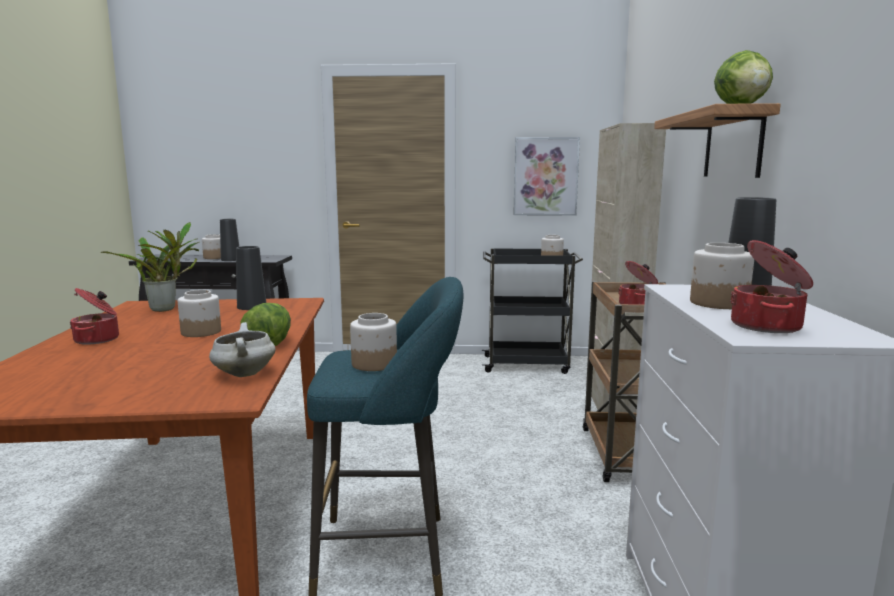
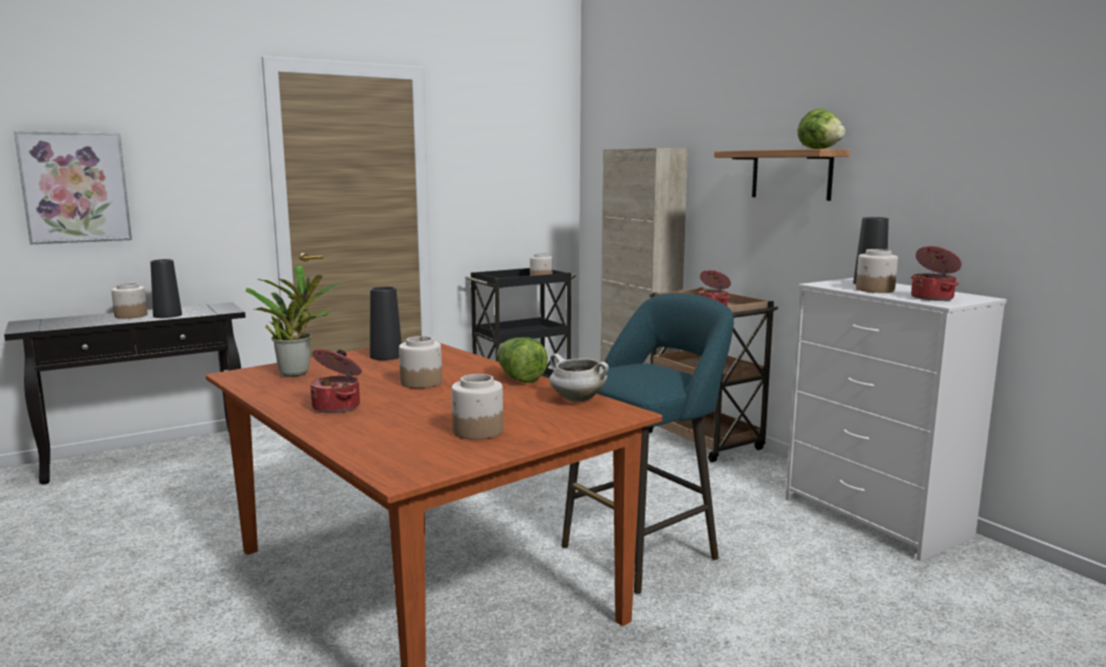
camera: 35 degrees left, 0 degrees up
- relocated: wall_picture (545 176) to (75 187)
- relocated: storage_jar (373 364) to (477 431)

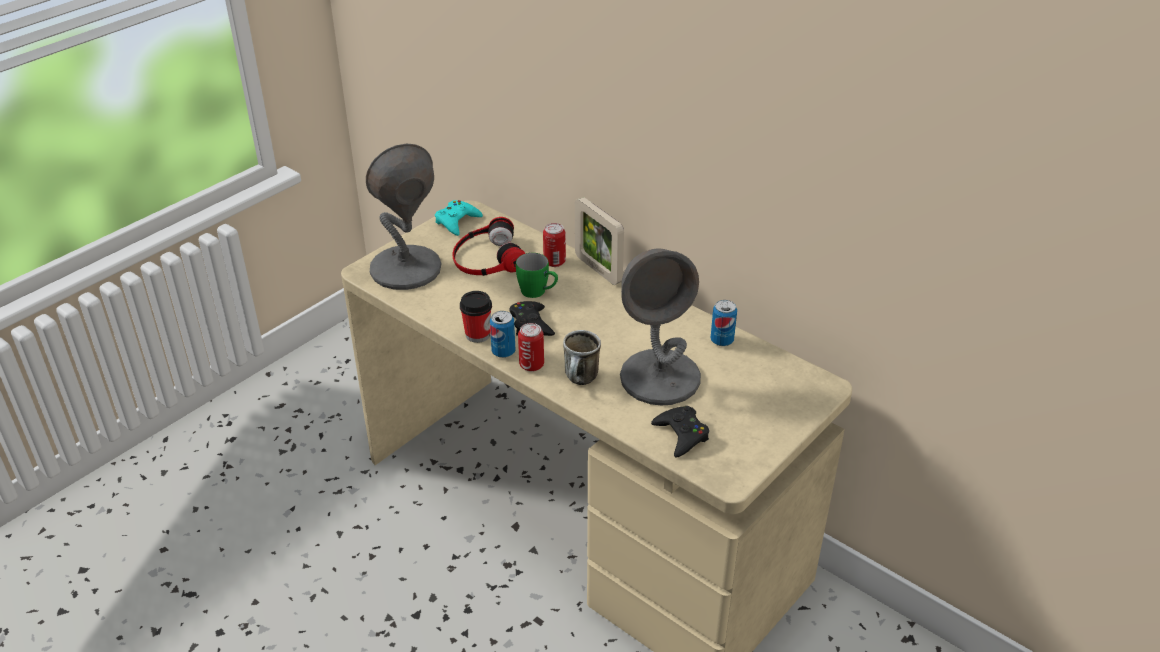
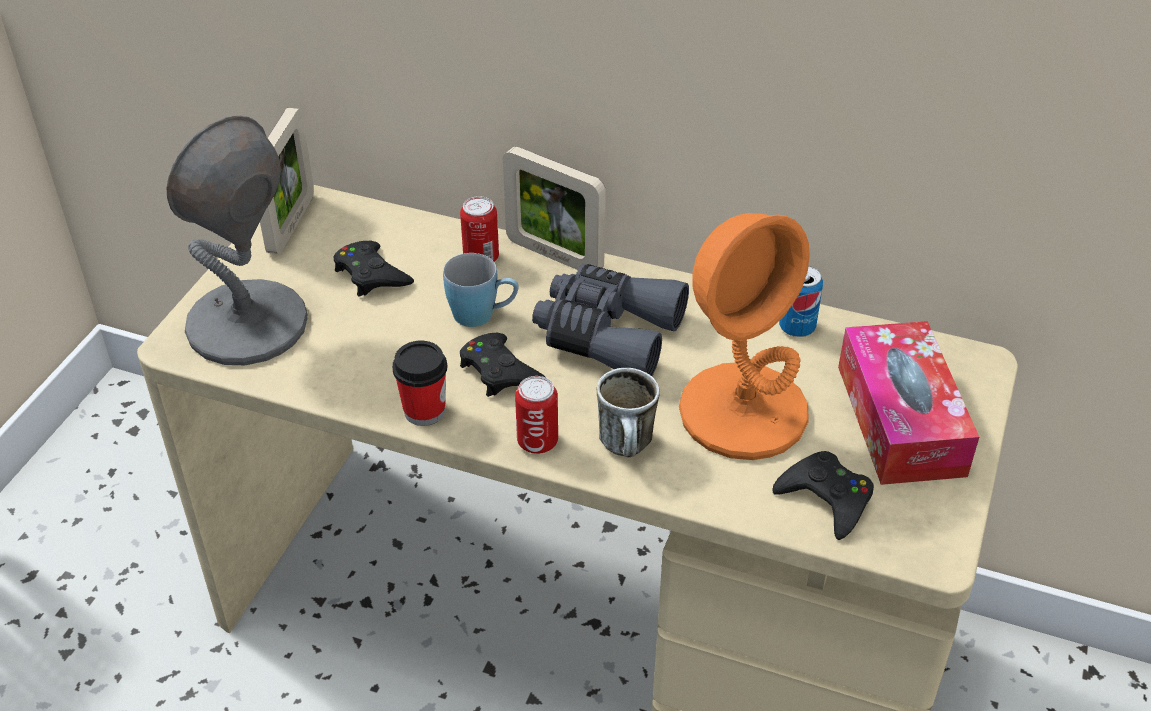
camera: 20 degrees left, 5 degrees up
- exchanged: turquoise_gamepad (457 221) to standing_frame (291 224)
- exchanged: headphones (487 257) to black_gamepad (371 275)
- colour: green_coffee_mug (538 292) to bluish_coffee_mug (483 315)
- appeared: gray_binoculars (607 334)
- colour: gray_tabletop_lamp (660 378) to orange-coloured_tabletop_lamp (743 412)
- appeared: tissue_box (900 420)
- missing: can (503 352)

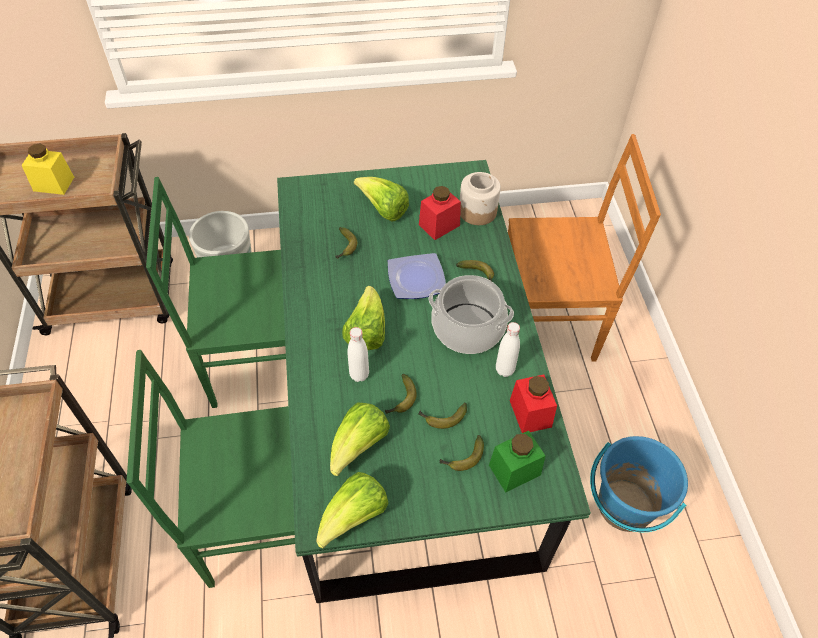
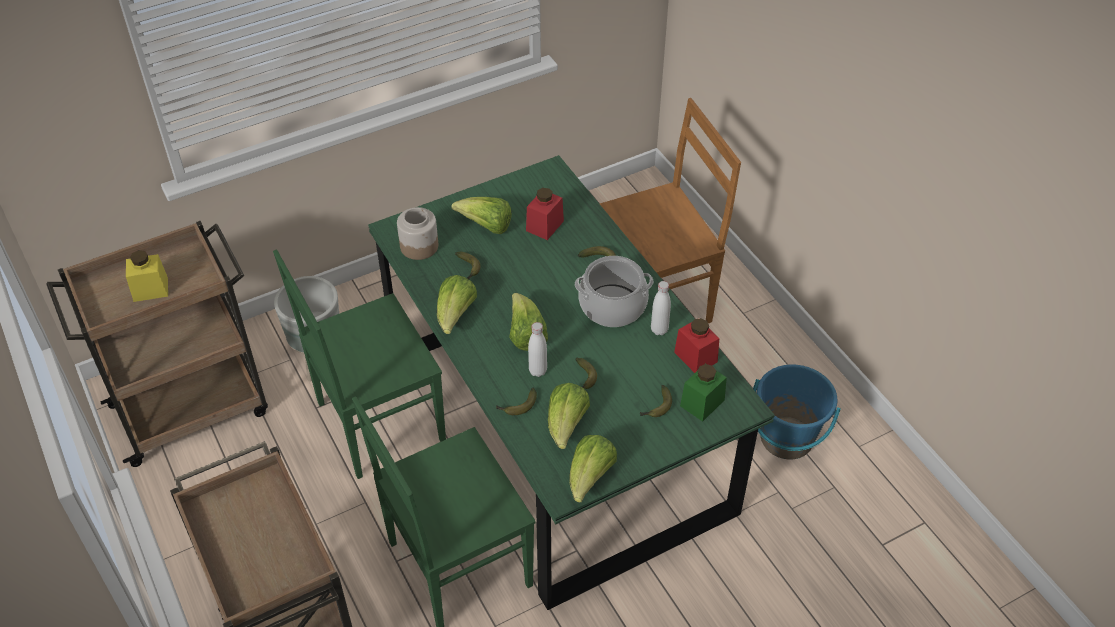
camera: 20 degrees left, 5 degrees down
- relocated: storage_jar (478 211) to (419 246)
- appeared: lettuce_head (455 316)
- relocated: banana_fruit (442 418) to (517 406)
- missing: dinner_plate (417 280)

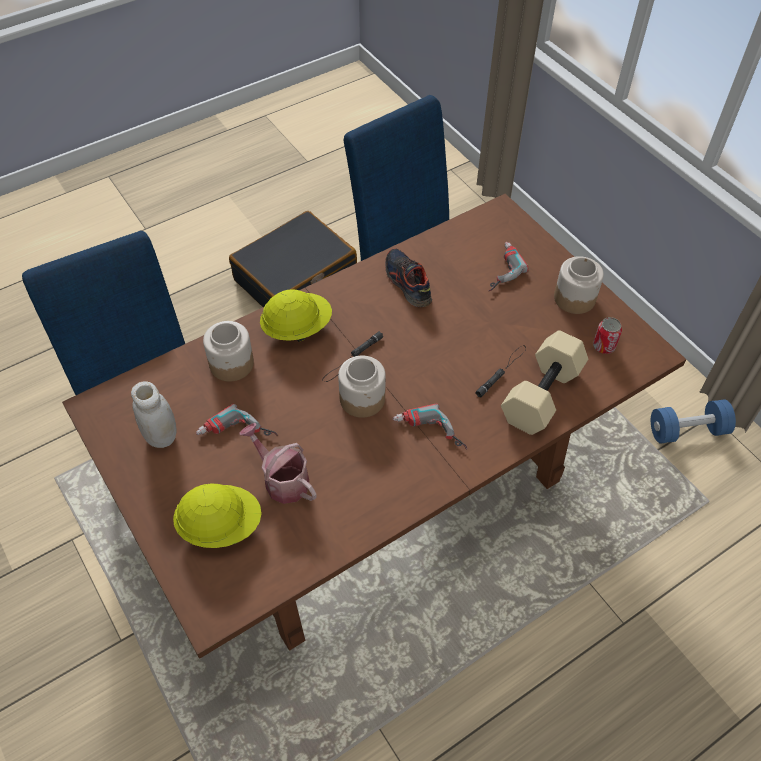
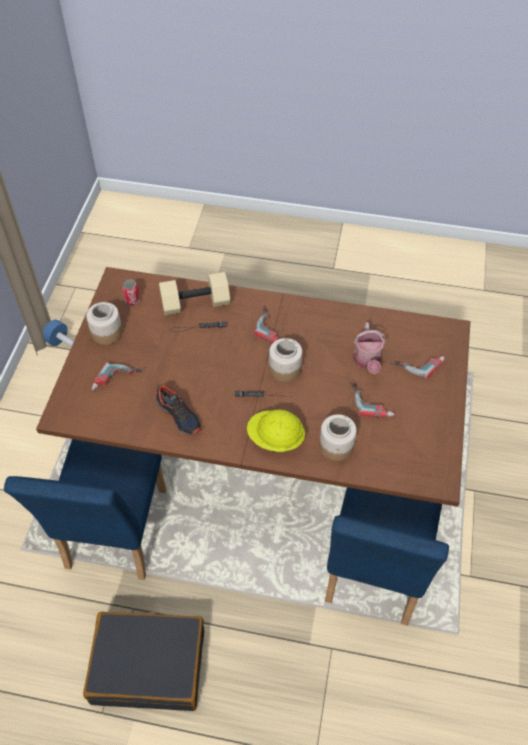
camera: 135 degrees left, 0 degrees up
- spun: shoe (407 283) = (179 415) 60 degrees counterclockwise
- exchanged: yellow-coloured_work_helmet (220 525) to power_drill (417 363)
- missing: whitish_storage_jar (161 436)

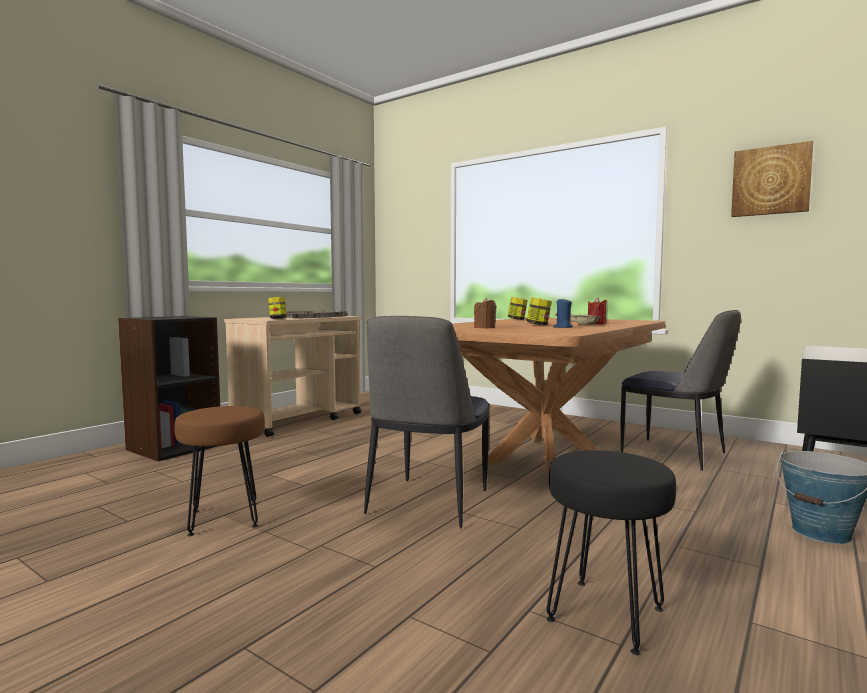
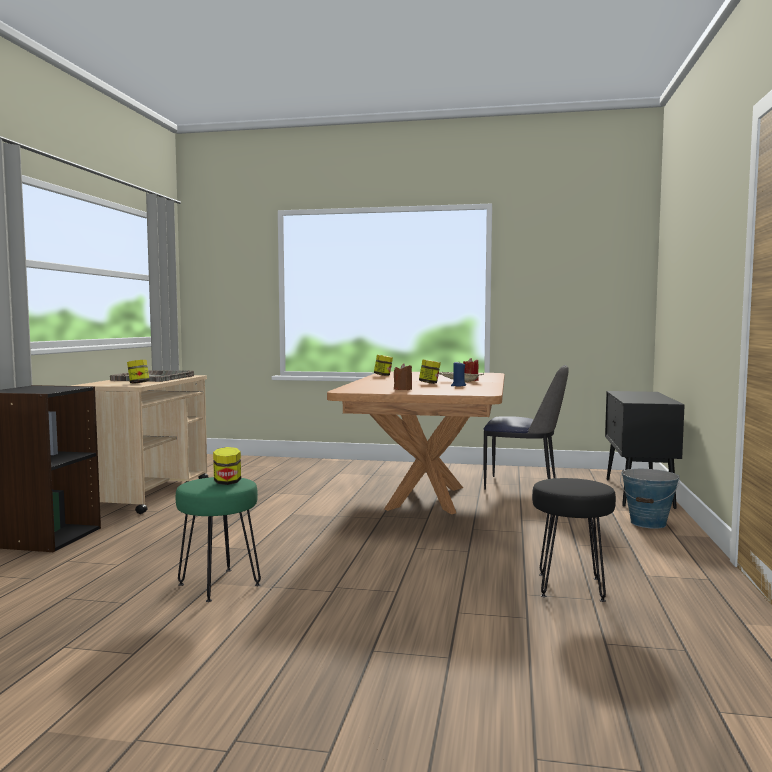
camera: 25 degrees left, 0 degrees up
- colour: brownish_sitting_stool (223 519) to green_sitting_stool (219 585)
- appeared: storage_jar (227 482)
- missing: upright_chair (427 503)
- missing: wall_picture (770 181)

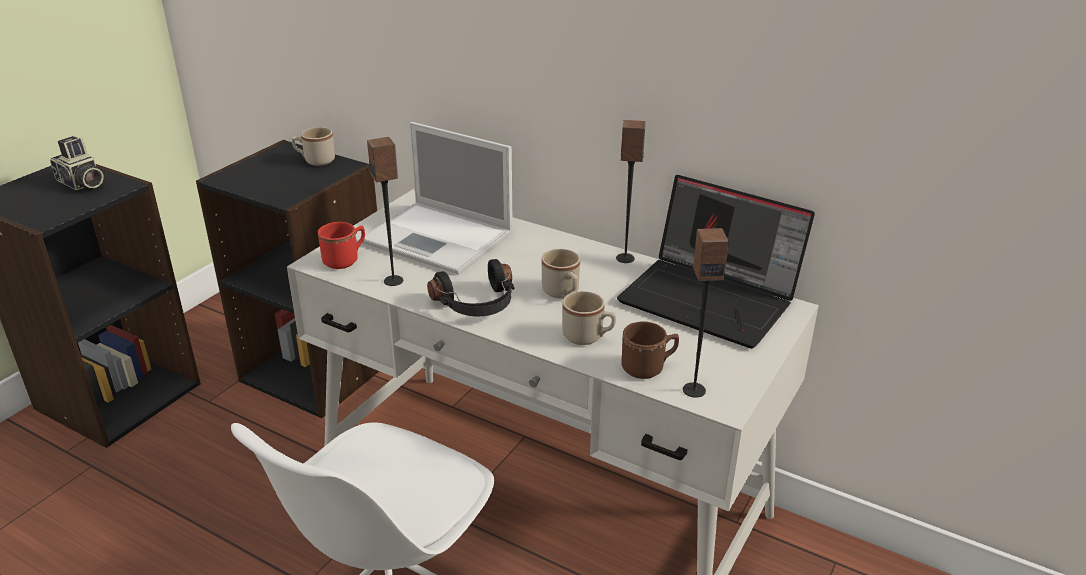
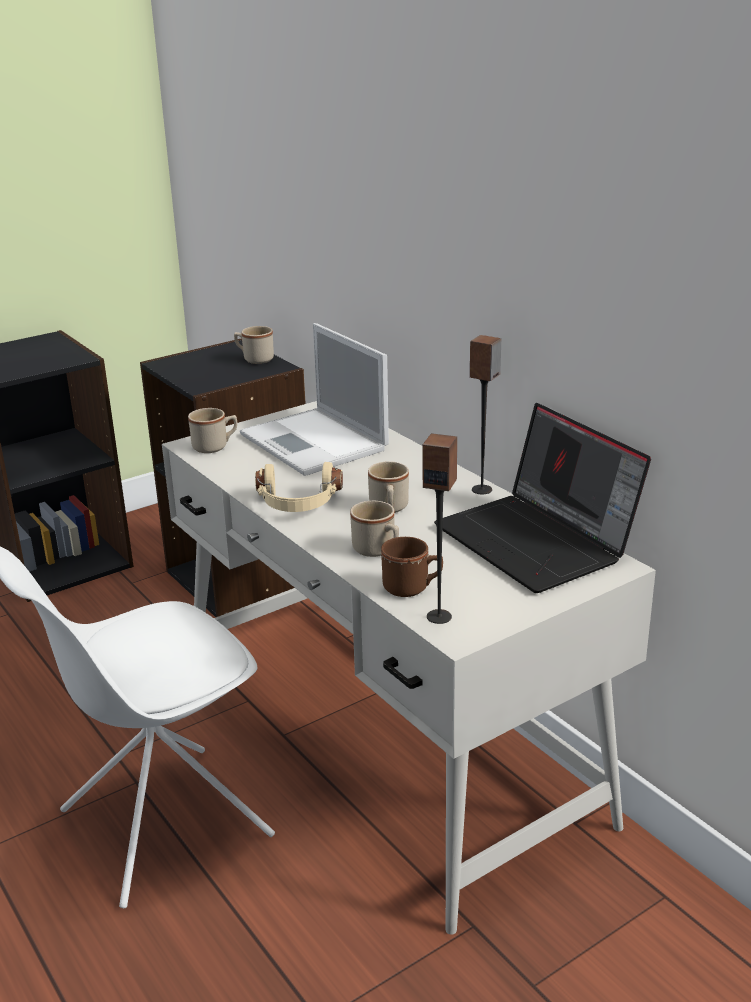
camera: 25 degrees right, 5 degrees down
- colour: red_coffee_mug (345 259) to beige-coloured_coffee_mug (215 446)
- colour: black_headphones (477 305) to beige-coloured_headphones (298 504)
- missing: still_camera (81 184)
- missing: speaker (394 281)

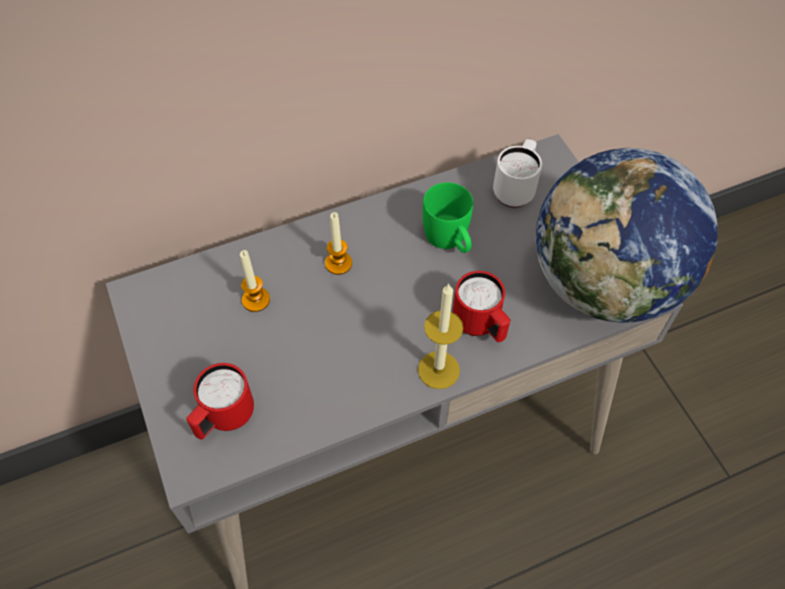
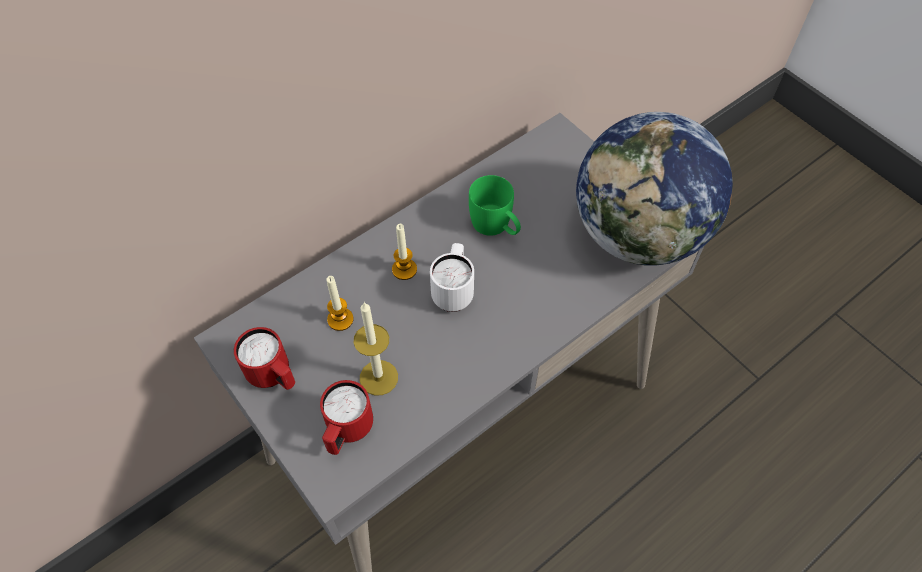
camera: 15 degrees left, 0 degrees up
- relocated: red_coffee_mug (480 326) to (274 376)
- relocated: wax_light (438 370) to (378 377)
- relocated: whitish_coffee_mug (515 189) to (453 291)

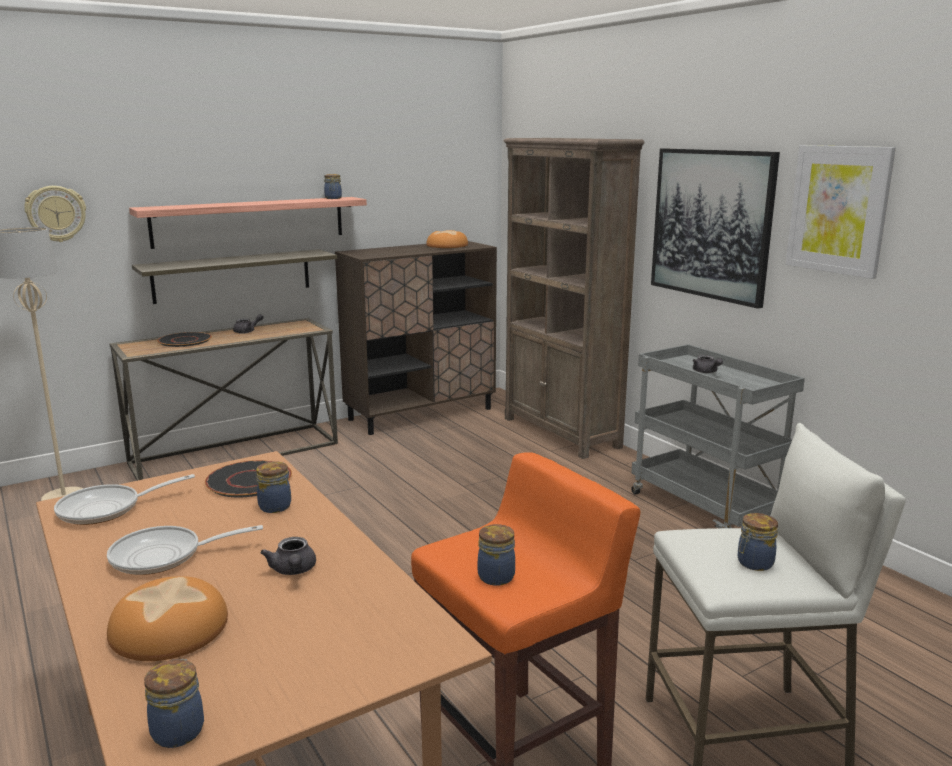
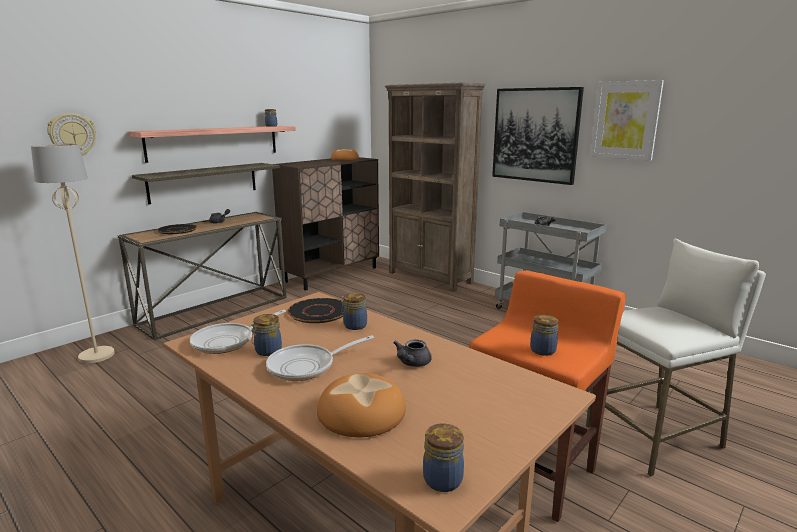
camera: 15 degrees left, 0 degrees up
- relocated: storage_jar (753 563) to (267 351)
- spun: gray_tea_pot (293 571) = (411 363) 60 degrees clockwise

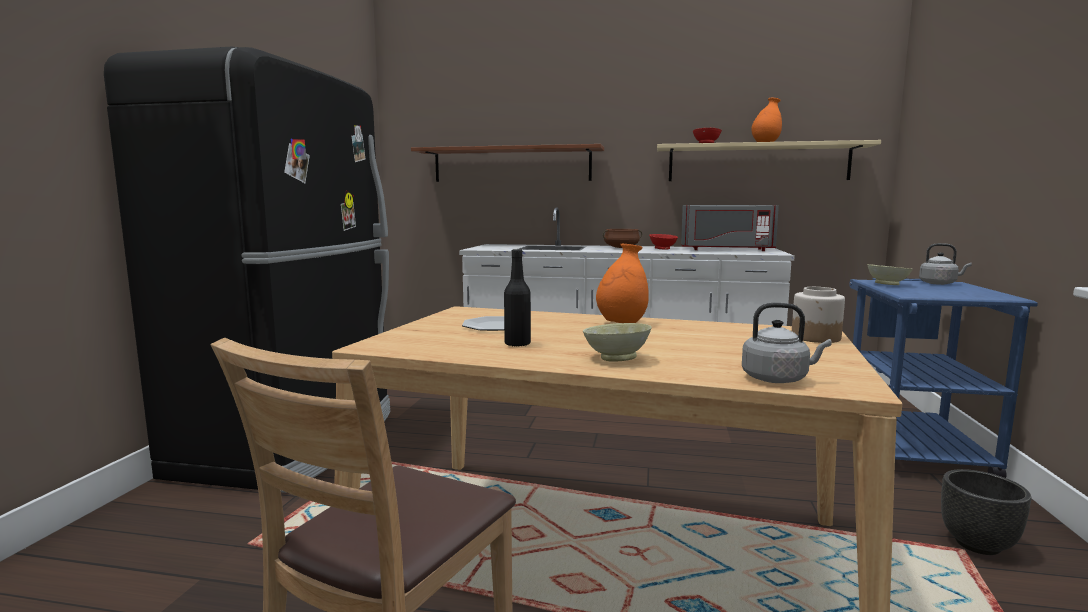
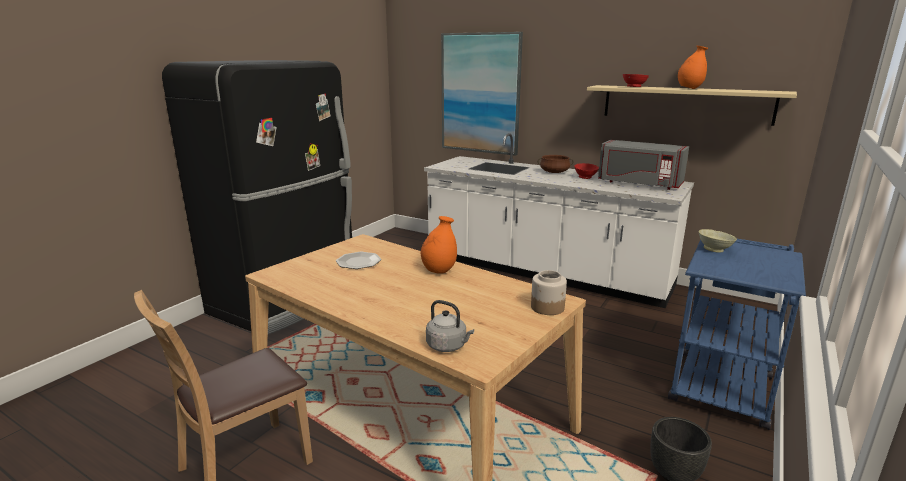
camera: 20 degrees right, 10 degrees up
- exchanged: brownish_shelf (511 165) to wall_picture (480 94)
- missing: black_bottle (517 344)
- missing: beige-coloured_serving_bowl (616 358)
- missing: gray_water_kettle (939 283)

